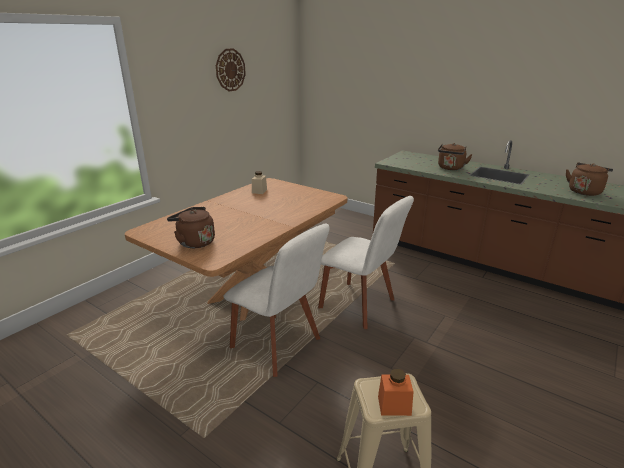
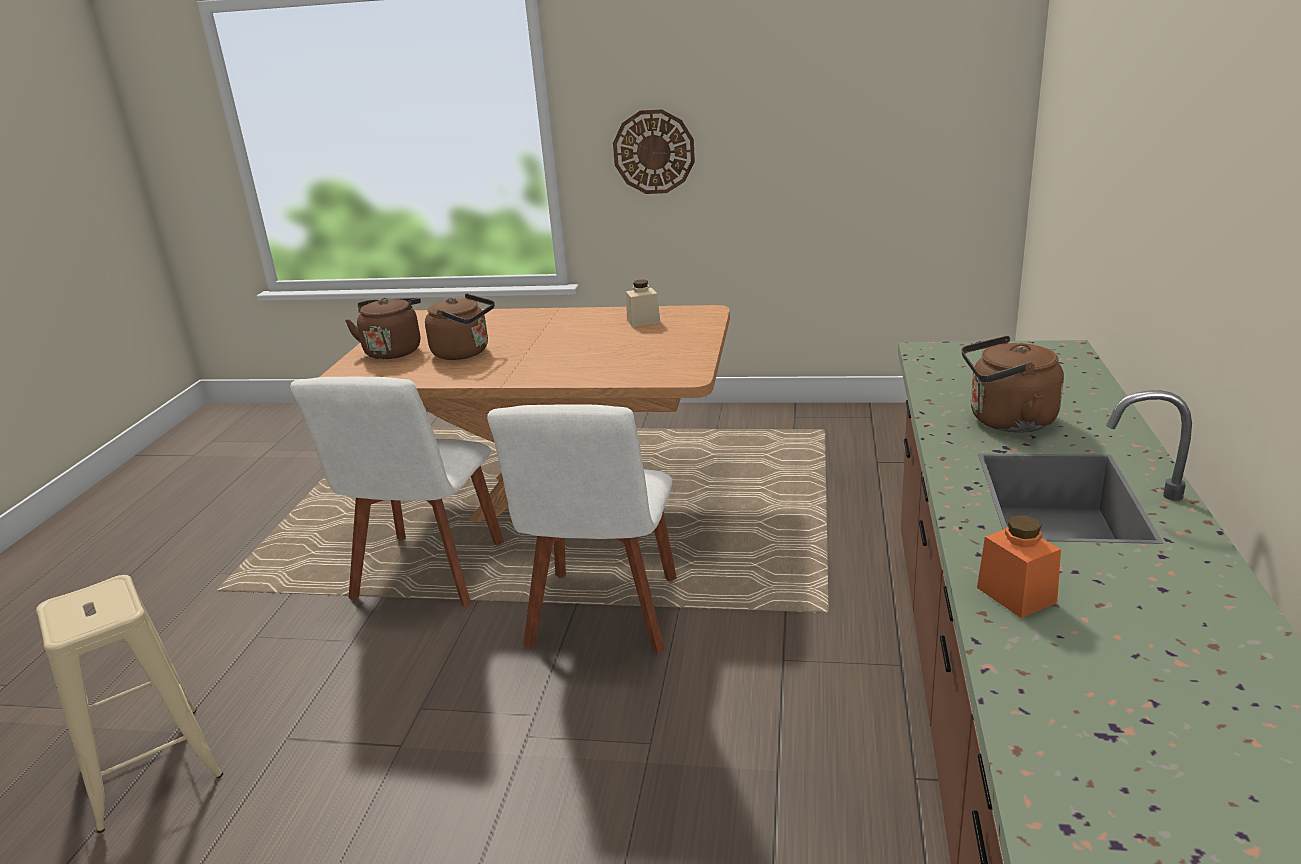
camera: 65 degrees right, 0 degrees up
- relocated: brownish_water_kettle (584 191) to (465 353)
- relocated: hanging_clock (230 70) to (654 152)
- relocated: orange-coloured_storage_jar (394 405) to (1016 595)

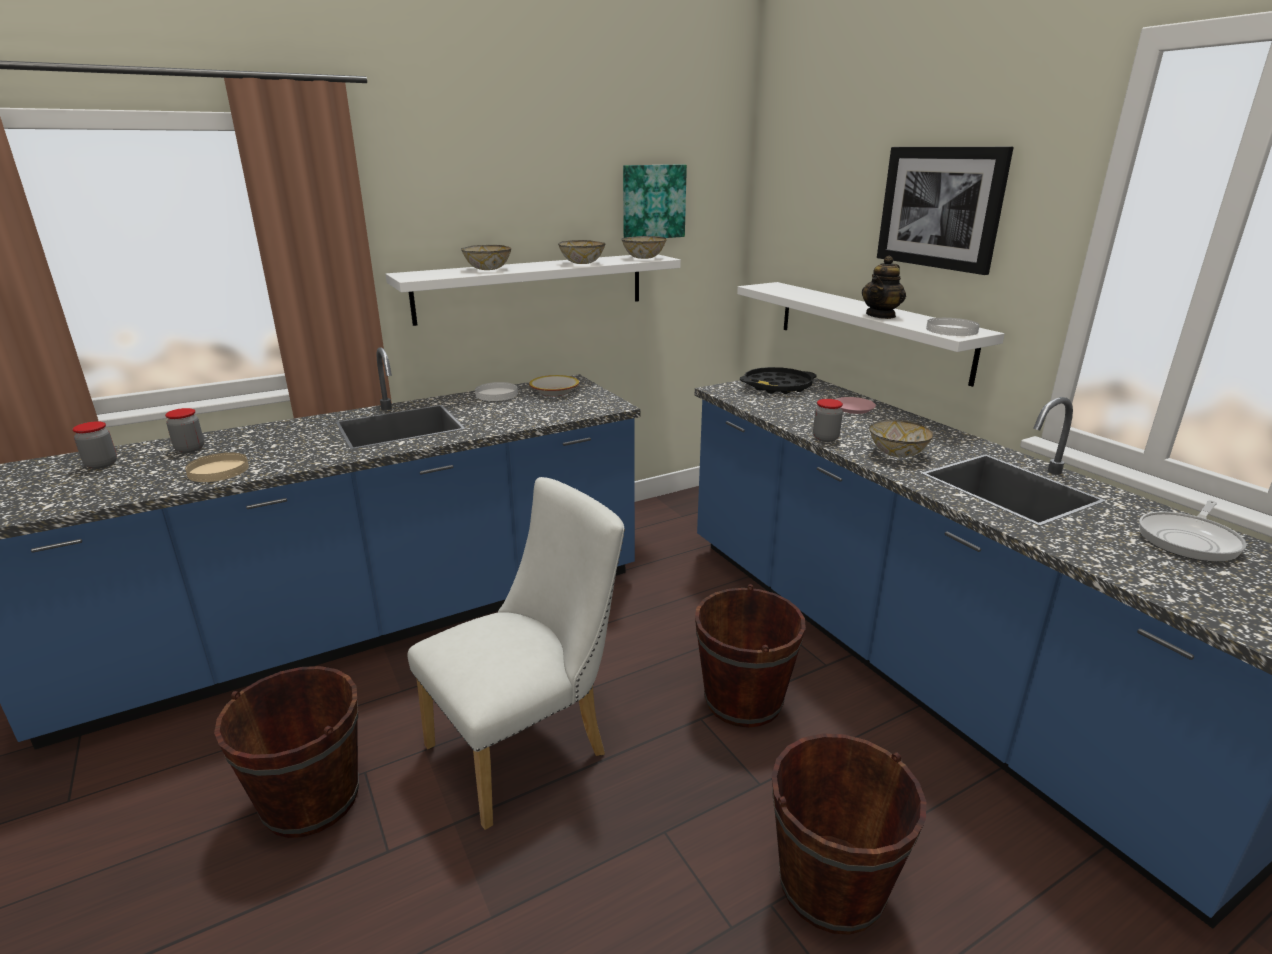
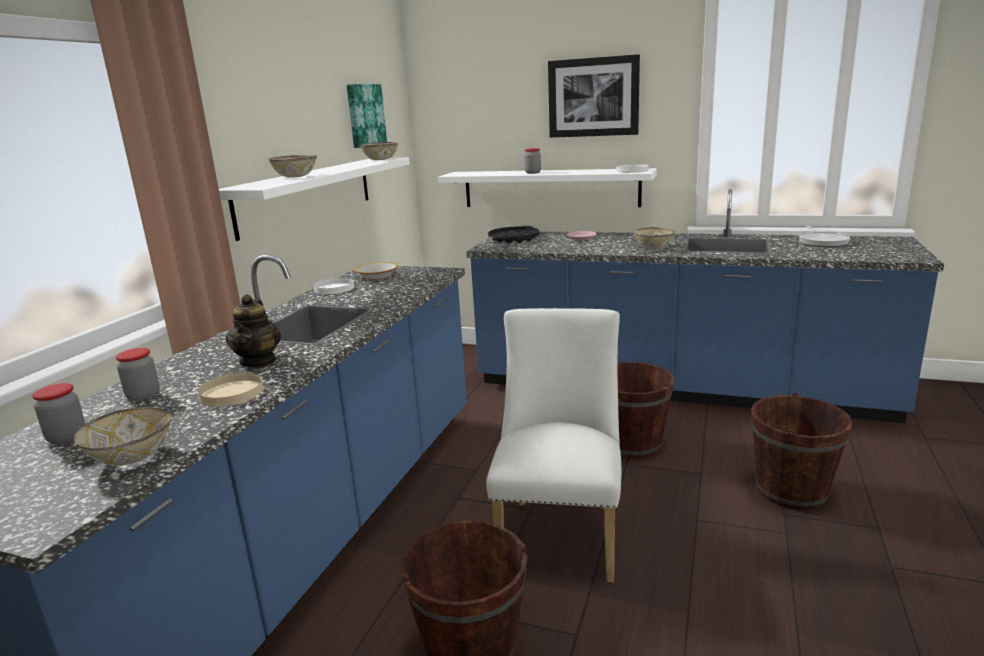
camera: 40 degrees left, 5 degrees down
- relocated: serving_bowl (582 263) to (133 457)
- relocated: tea_pot (881 315) to (258 361)
- relocated: storage_jar (825 438) to (533 173)

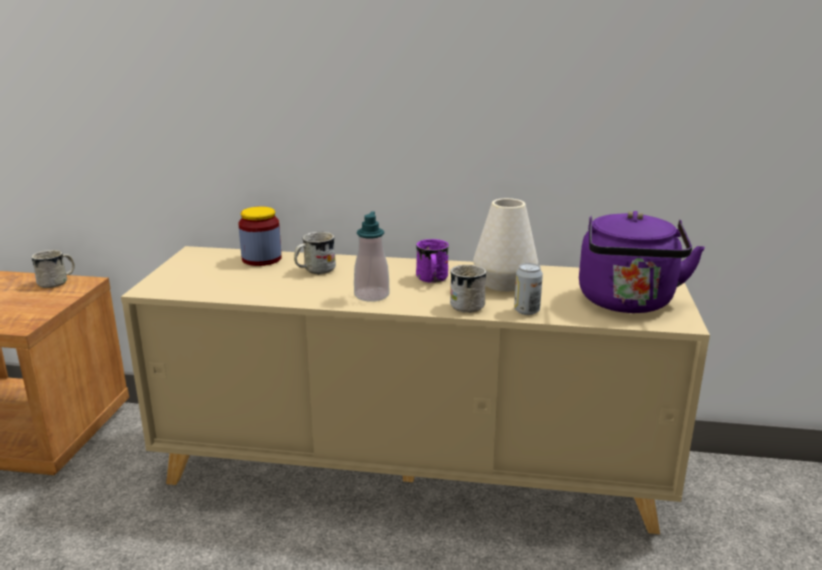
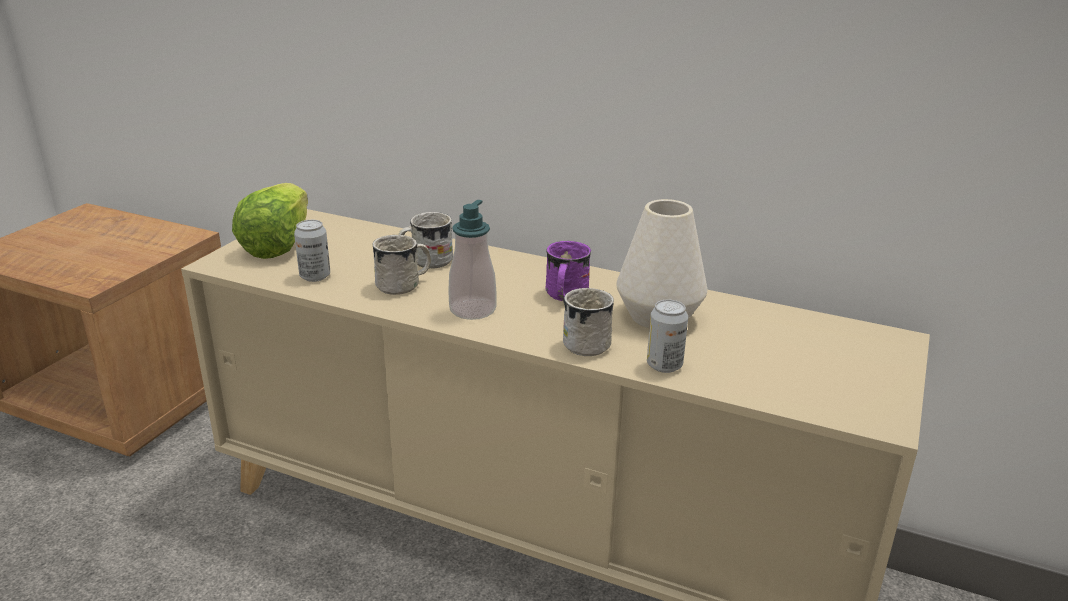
camera: 15 degrees right, 5 degrees up
- appeared: lettuce_head (278 244)
- appeared: can (315 276)
- relocated: whitish_coffee_mug (58 282) to (404 285)
- missing: storage_jar (261 259)
- missing: purple-coloured_water_kettle (627 303)

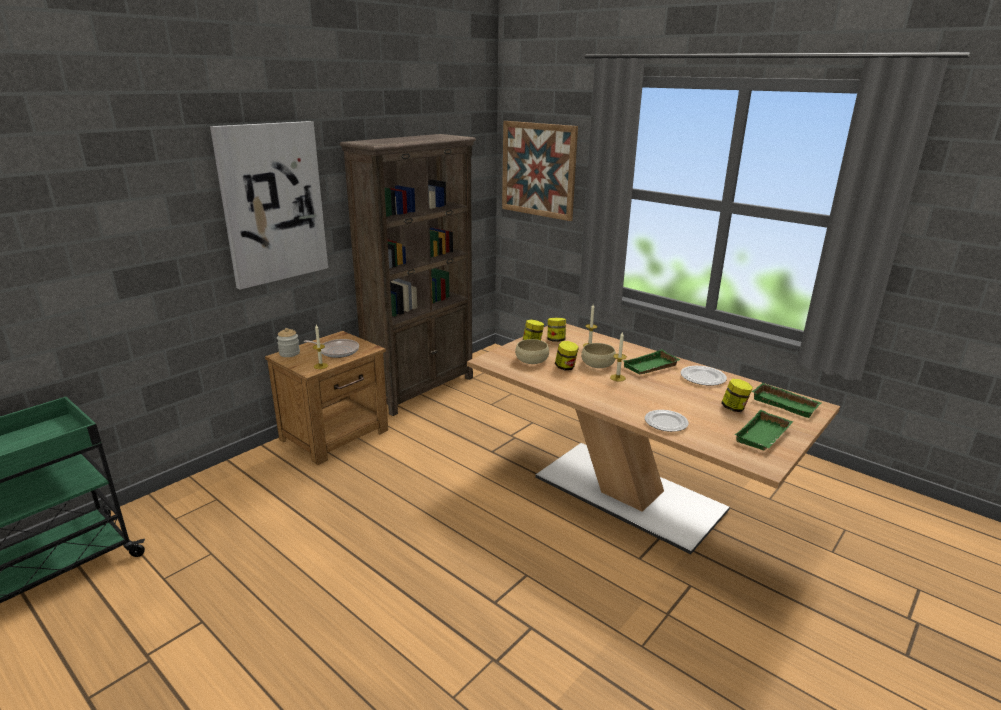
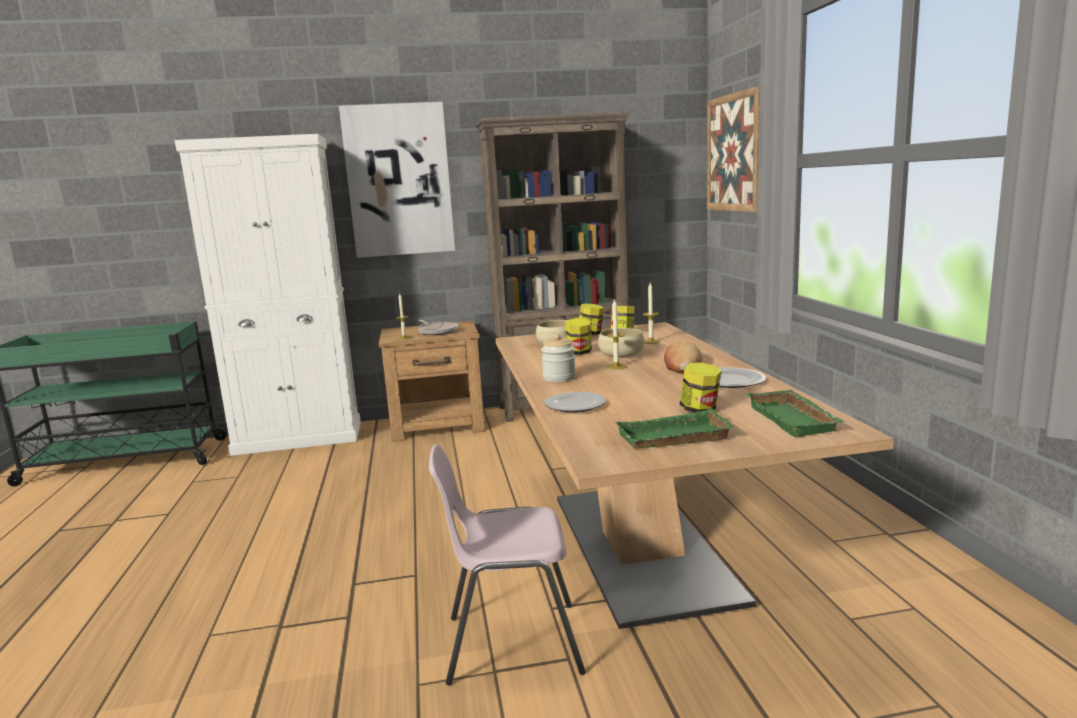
camera: 40 degrees right, 10 degrees down
- appeared: whitish_cabinet (299 438)
- appeared: pink_upright_chair (511 643)
- relocated: storage_jar (289 353) to (559 378)
- exchanged: green_carrying_tray (651 367) to bread (681 364)

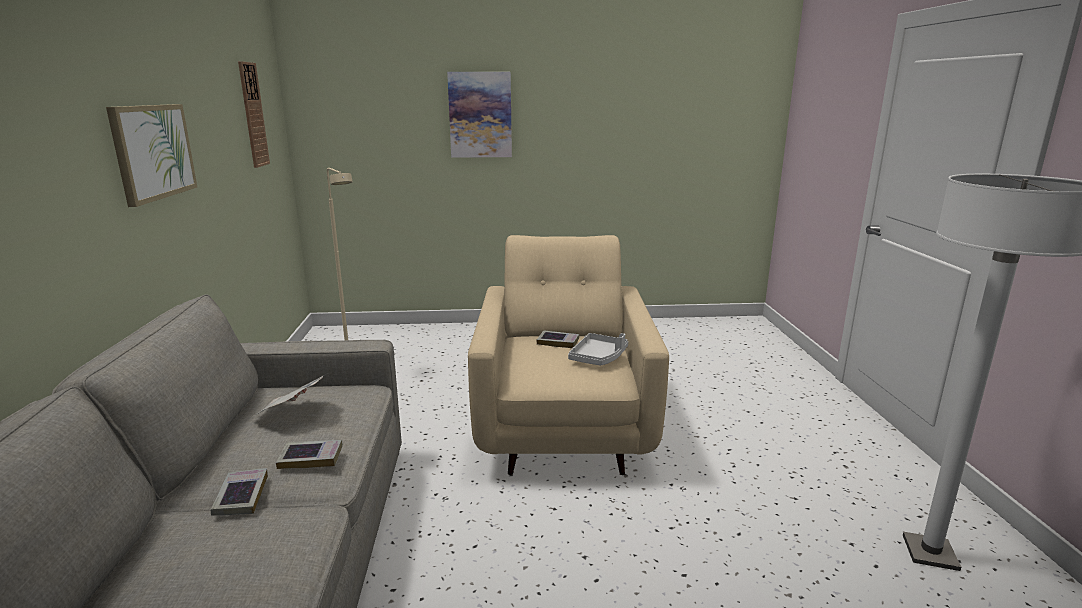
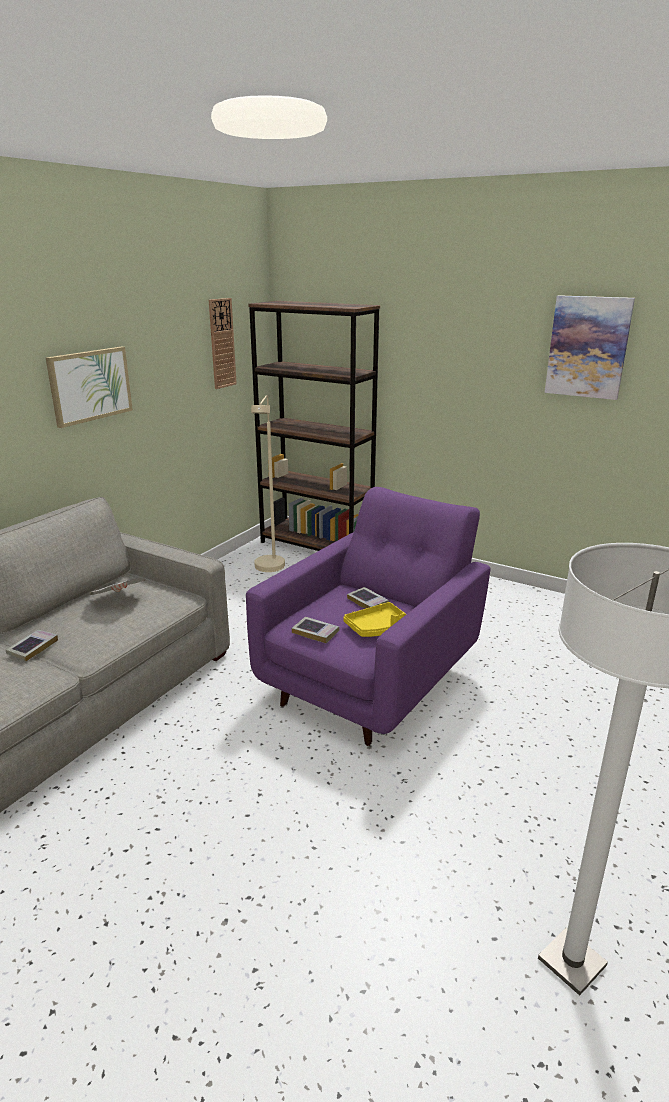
camera: 35 degrees right, 5 degrees up
- colour: beige-coloured_easy_chair (563 424) to purple-coloured_easy_chair (372 680)
- appeared: brownish_bookcase (316 546)
- relocated: volume (311 458) to (315 632)
- colour: gray_carrying_tray (598 357) to yellow-coloured_carrying_tray (378 628)
- relocated: wall_picture (480 115) to (588 347)

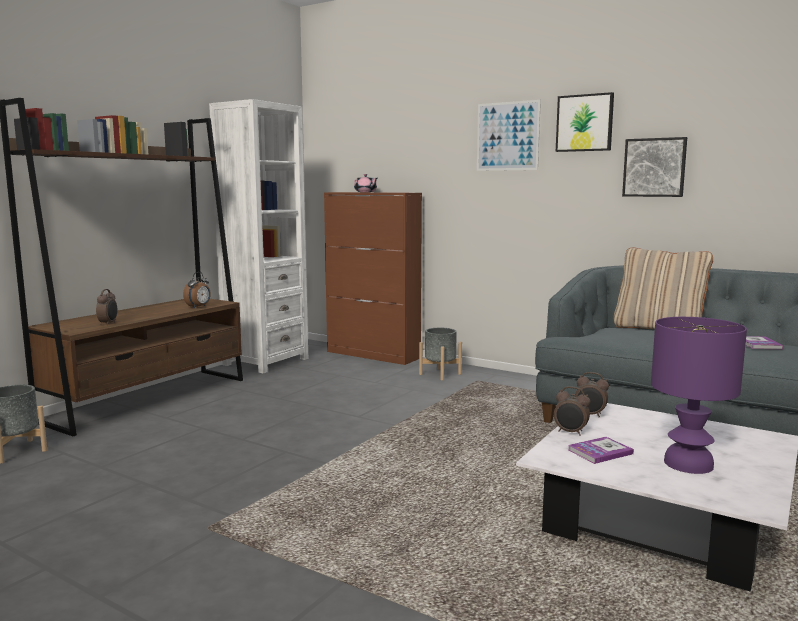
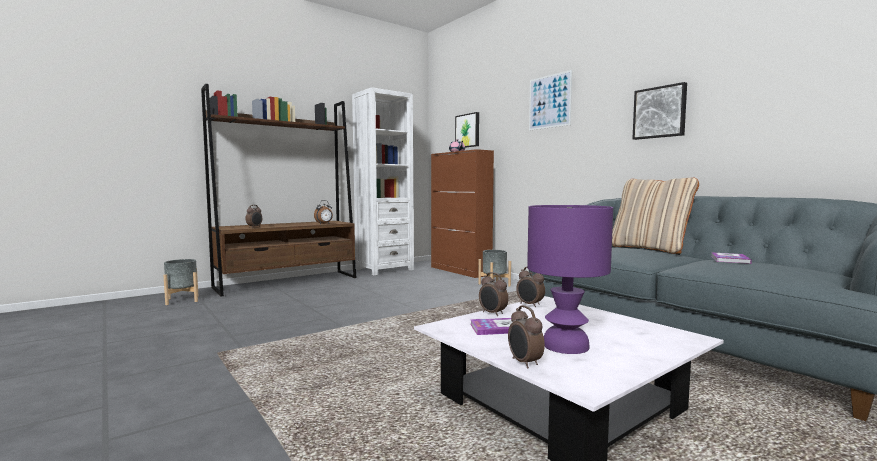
camera: 20 degrees right, 5 degrees down
- relocated: wall_picture (584 123) to (468 130)
- appeared: alarm_clock (524 363)

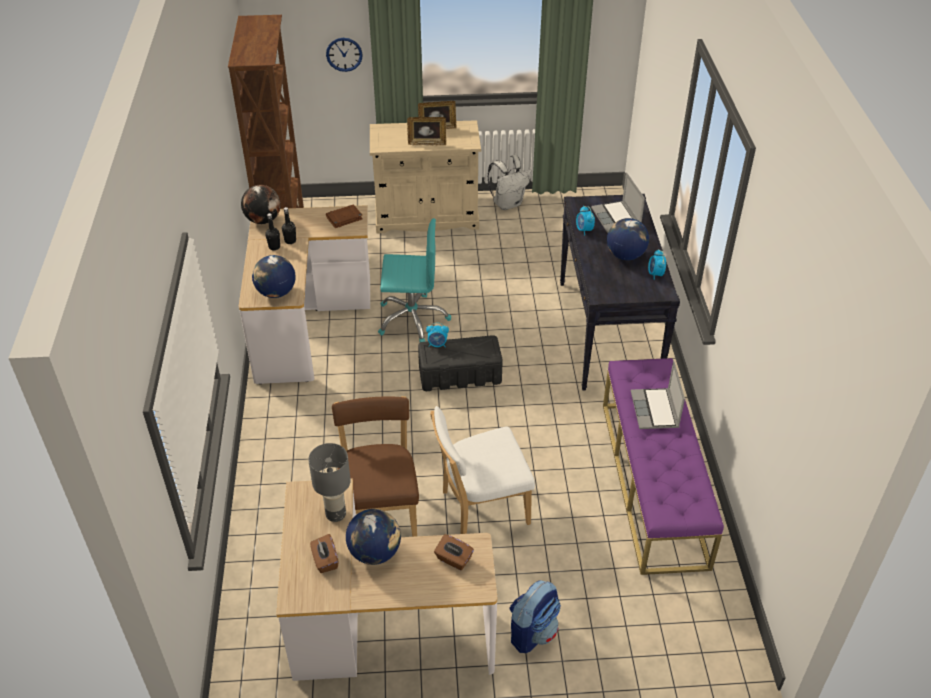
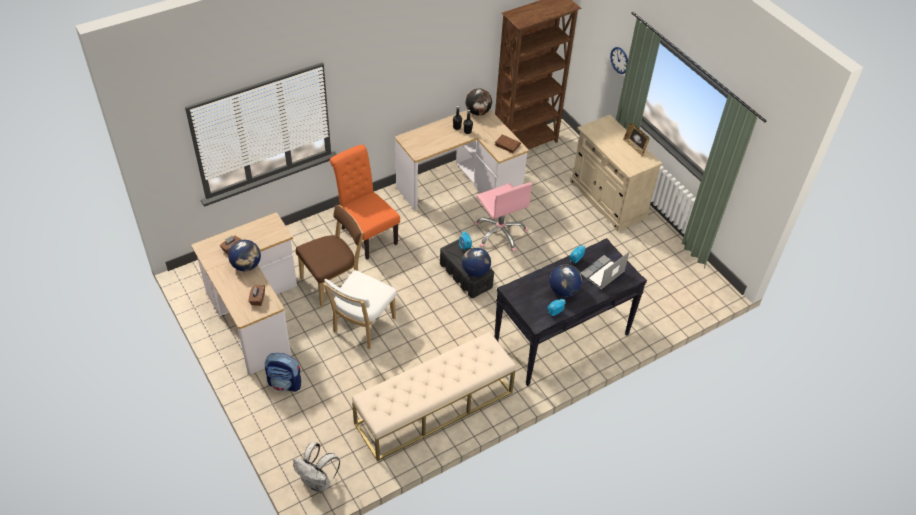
camera: 60 degrees right, 5 degrees up
- relocated: whitish_knapsack (508 203) to (318 482)
- spun: whitish_upright_chair (480 508) = (362 326) 105 degrees counterclockwise
- appeared: orange-coloured_upright_chair (366 234)
- colour: purple-coloured_indoor_bench (653 482) to beige-coloured_indoor_bench (434 408)
- relocated: desk_globe (276 293) to (475 271)
- colour: turquoise_desk_chair (412 319) to pink_desk_chair (500 233)
- missing: gray_tabletop_lamp (336 514)
- missing: standing_frame (427 143)
- missing: laptop (655 410)

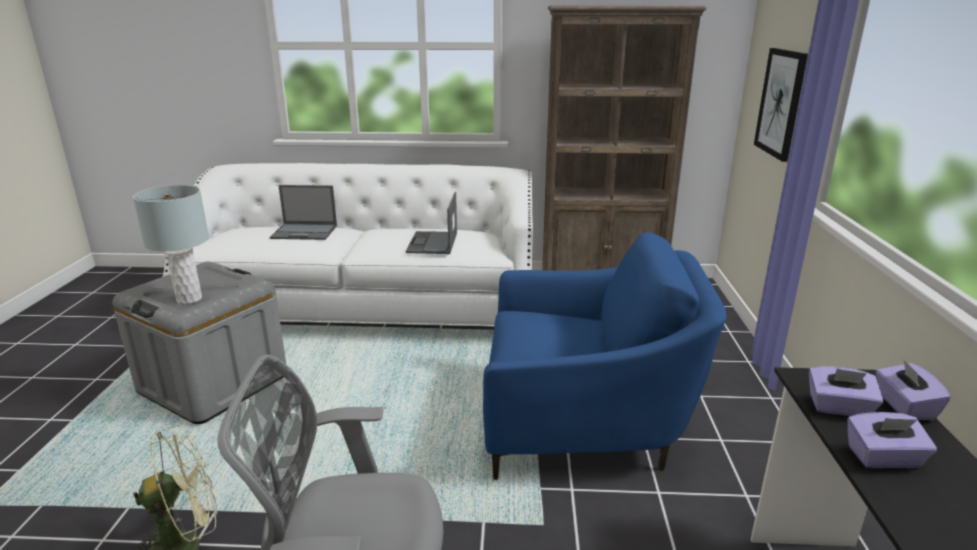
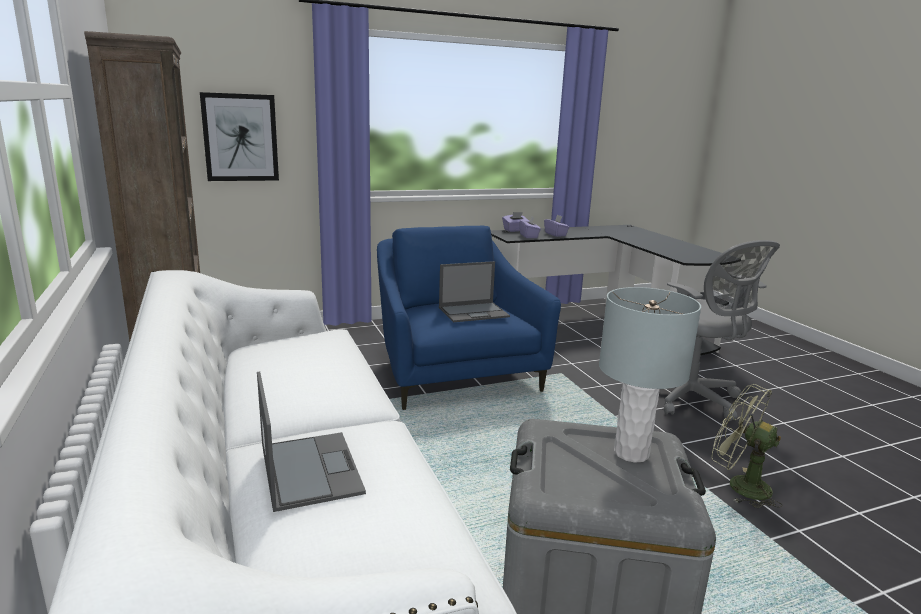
camera: 115 degrees left, 5 degrees down
- relocated: laptop (432 243) to (474 312)

